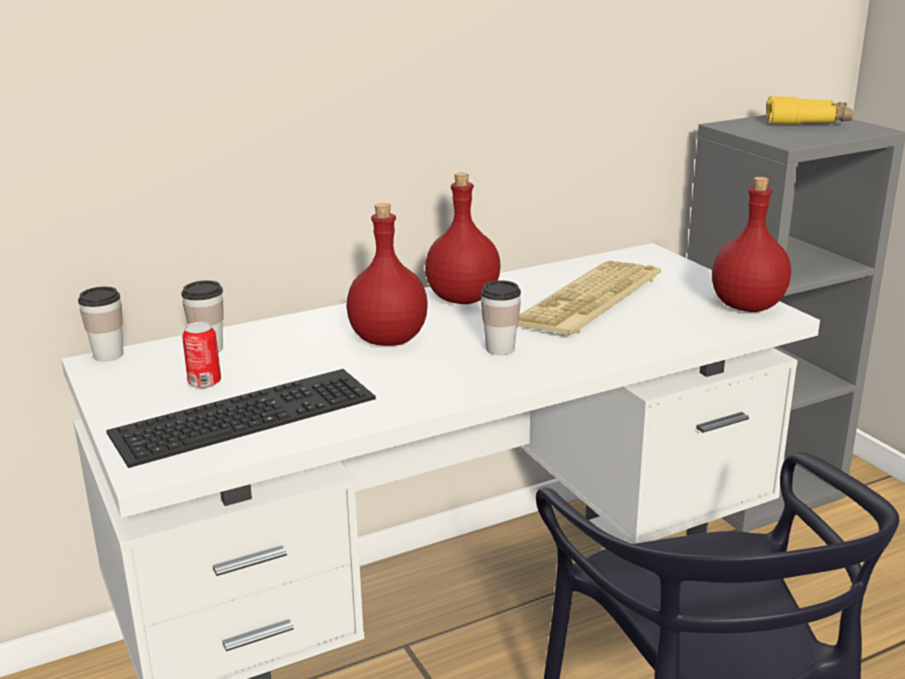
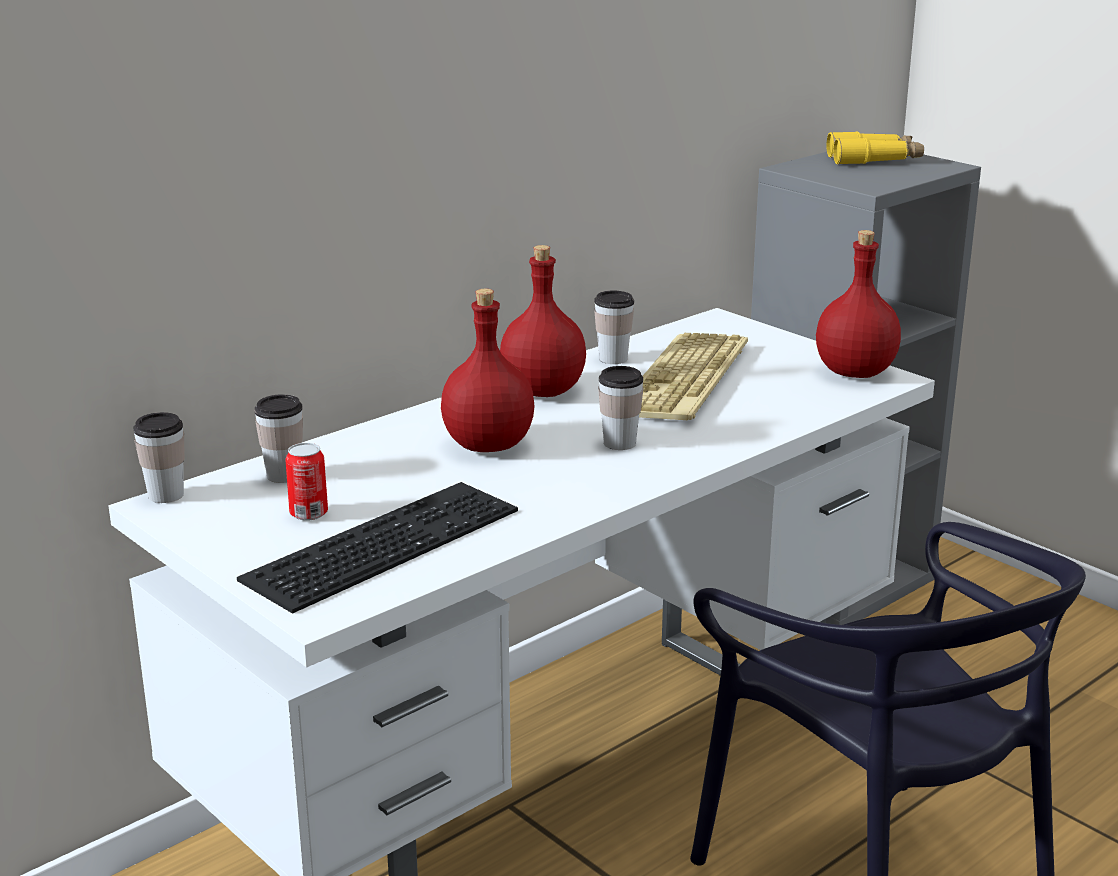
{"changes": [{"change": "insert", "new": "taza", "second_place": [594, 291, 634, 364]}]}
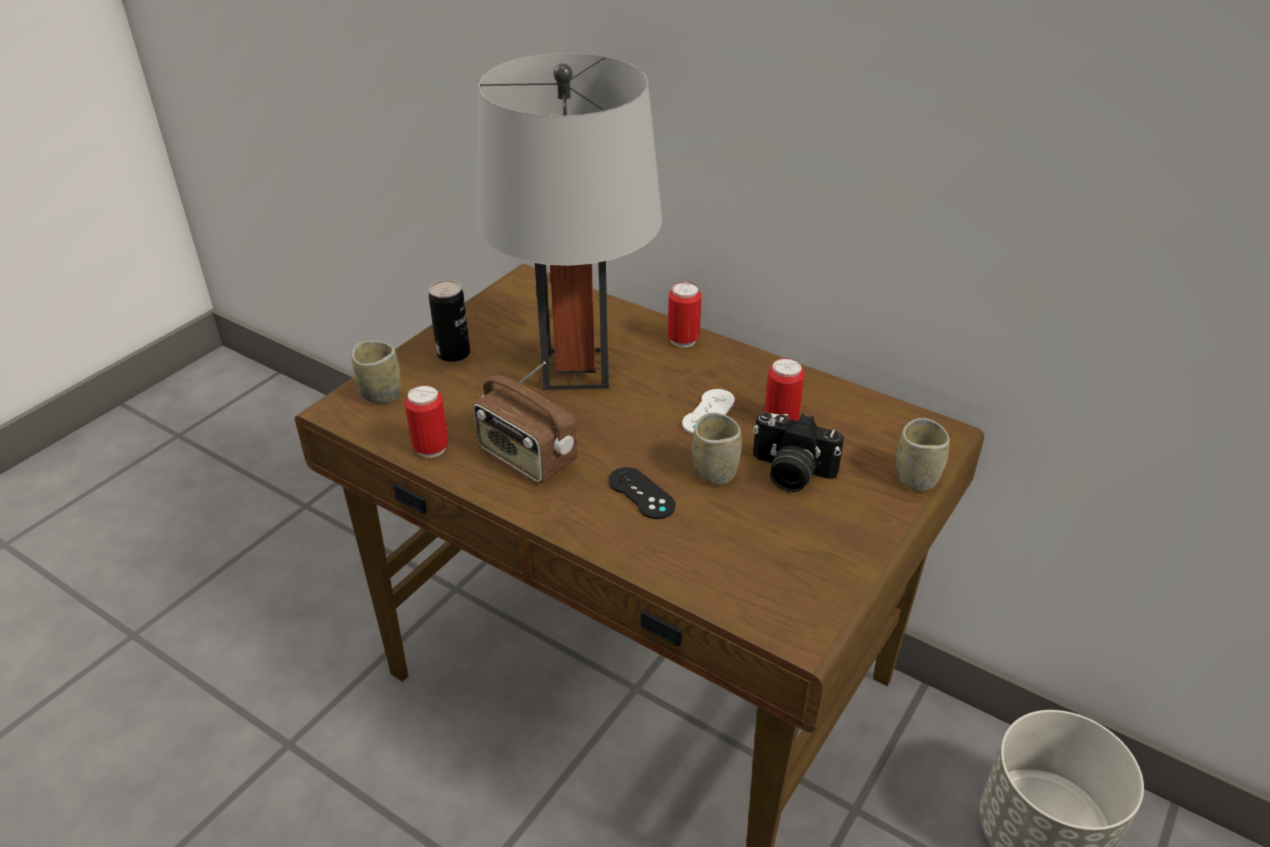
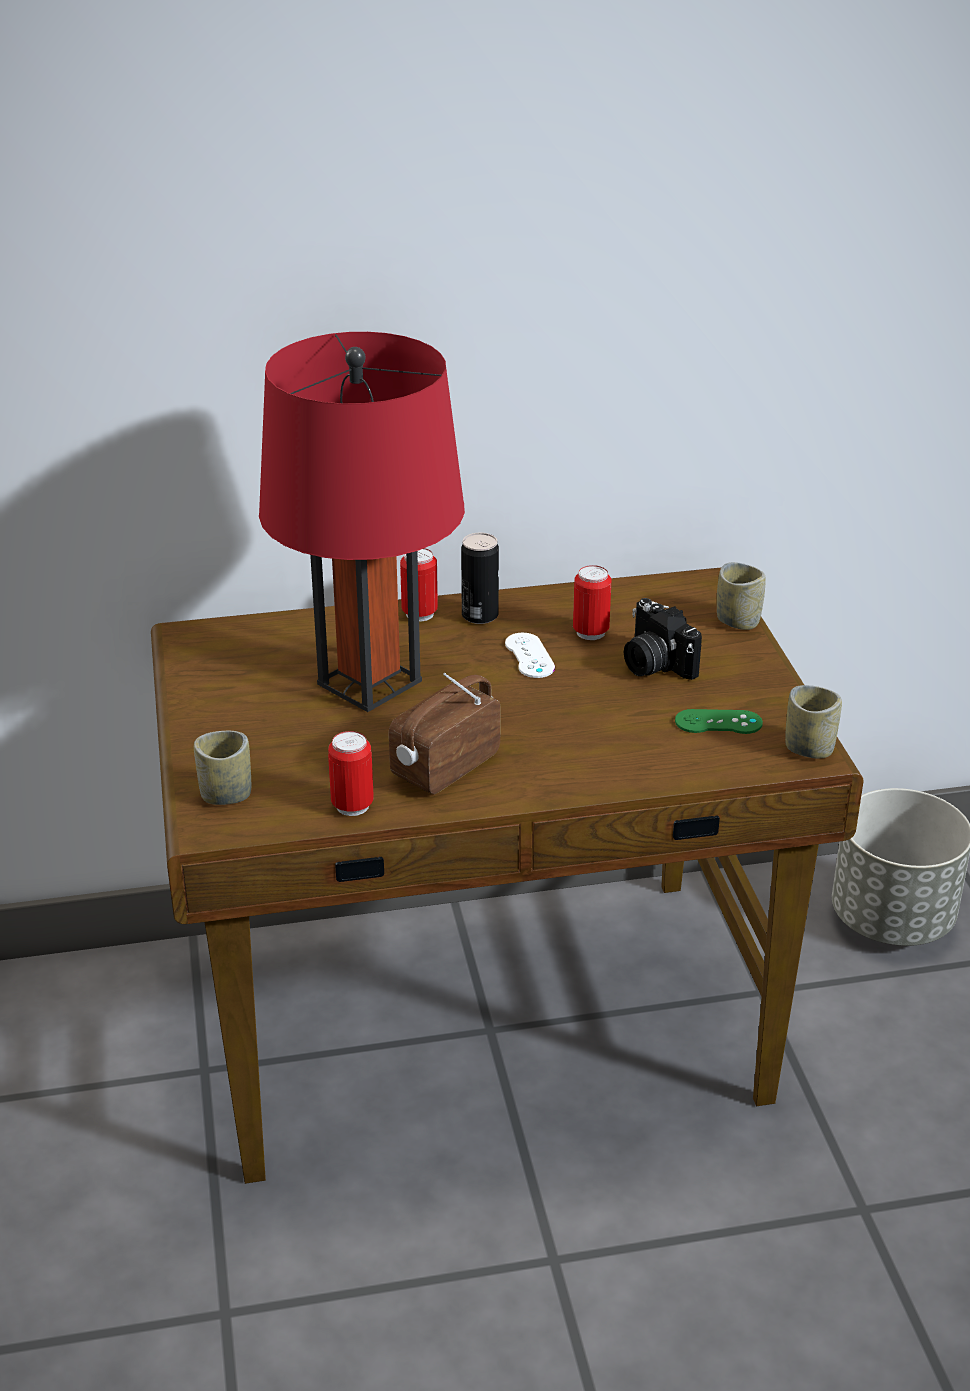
{"changes": [{"change": "recolor", "old": "lámpara de mesa/gris", "new": "lámpara de mesa/rojo", "first_place": [476, 53, 662, 390], "second_place": [259, 332, 465, 712]}, {"change": "rotate", "old": "radio", "first_place": [473, 361, 577, 483], "second_place": [389, 673, 501, 794], "degrees": 135}, {"change": "move", "old": "lata", "first_place": [429, 280, 470, 362], "second_place": [461, 533, 499, 624]}, {"change": "rotate", "old": "cámara", "first_place": [753, 412, 844, 492], "second_place": [624, 598, 702, 680], "degrees": 75}, {"change": "insert", "new": "mando de consola/verde", "second_place": [675, 709, 763, 734]}, {"change": "move", "old": "taza", "first_place": [692, 412, 742, 485], "second_place": [785, 685, 842, 759]}, {"change": "delete", "old": "mando de consola/negro", "first_place": [608, 467, 676, 519]}]}
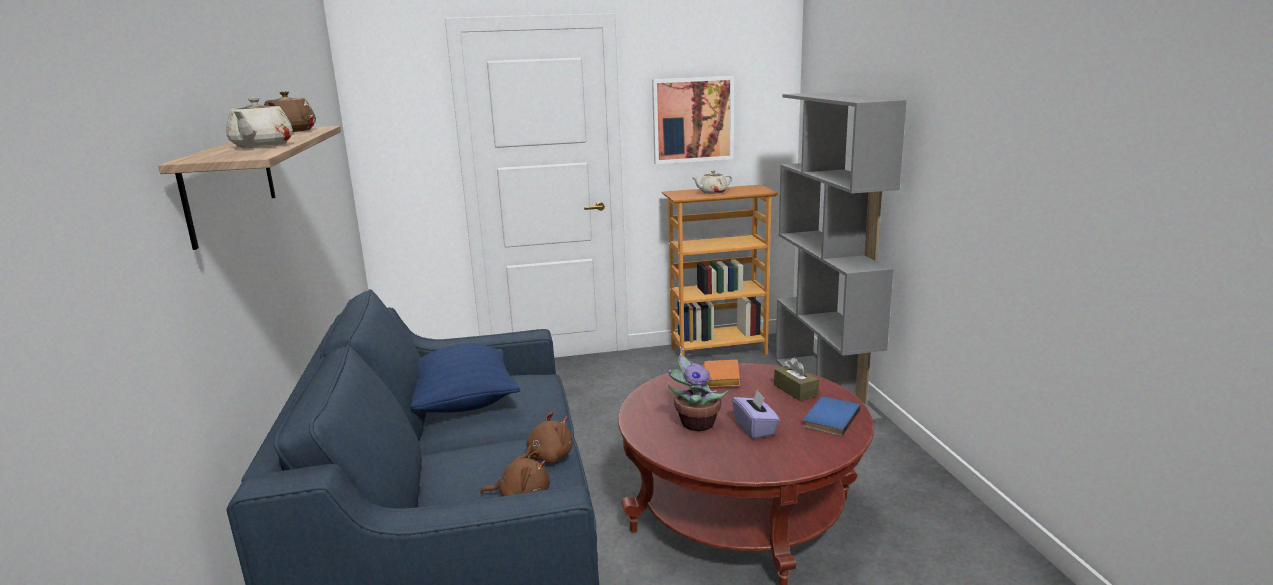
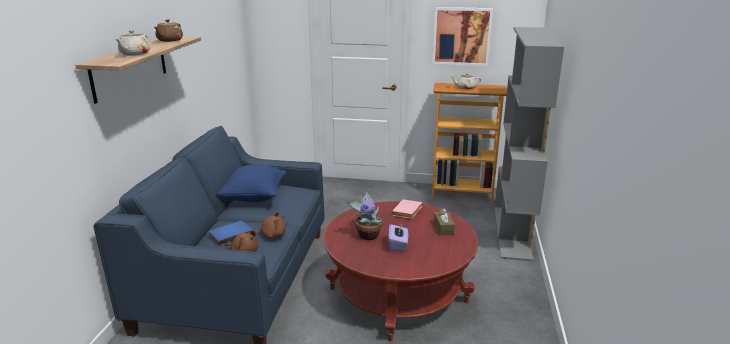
{"changes": [{"change": "move", "old": "libro/azul", "first_place": [803, 396, 860, 436], "second_place": [209, 221, 253, 245]}, {"change": "recolor", "old": "libro/naranja", "new": "libro/rosa", "first_place": [703, 359, 740, 387], "second_place": [391, 199, 422, 219]}]}
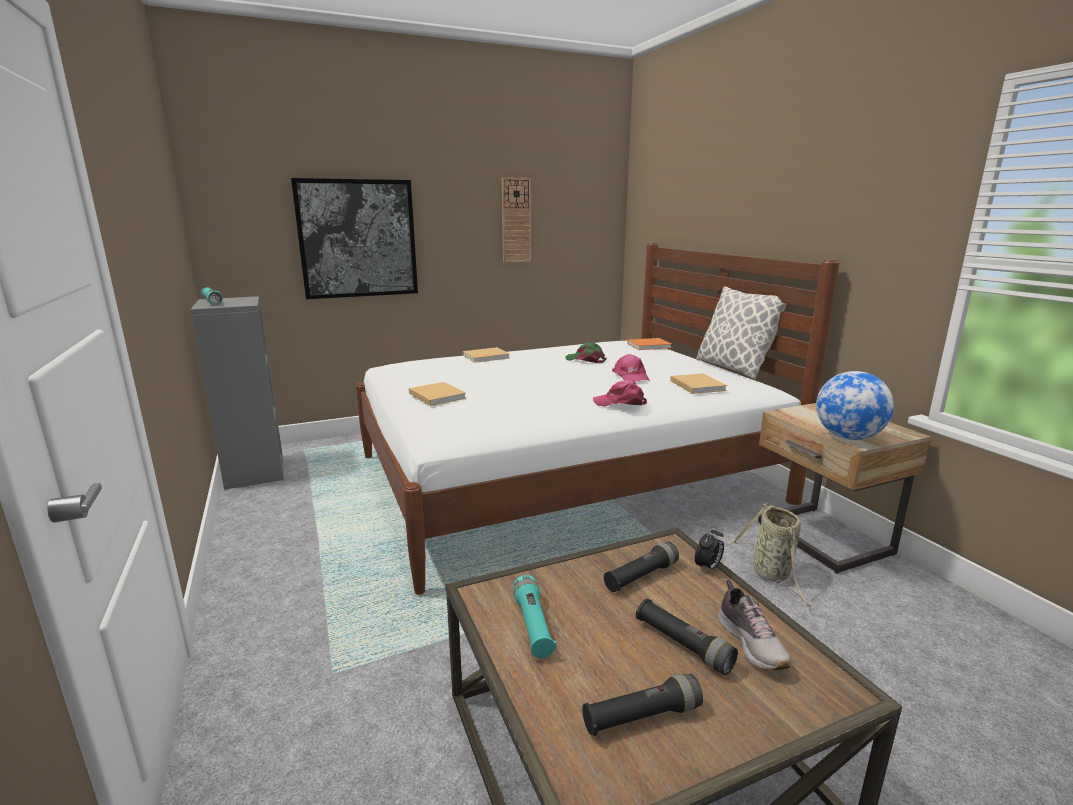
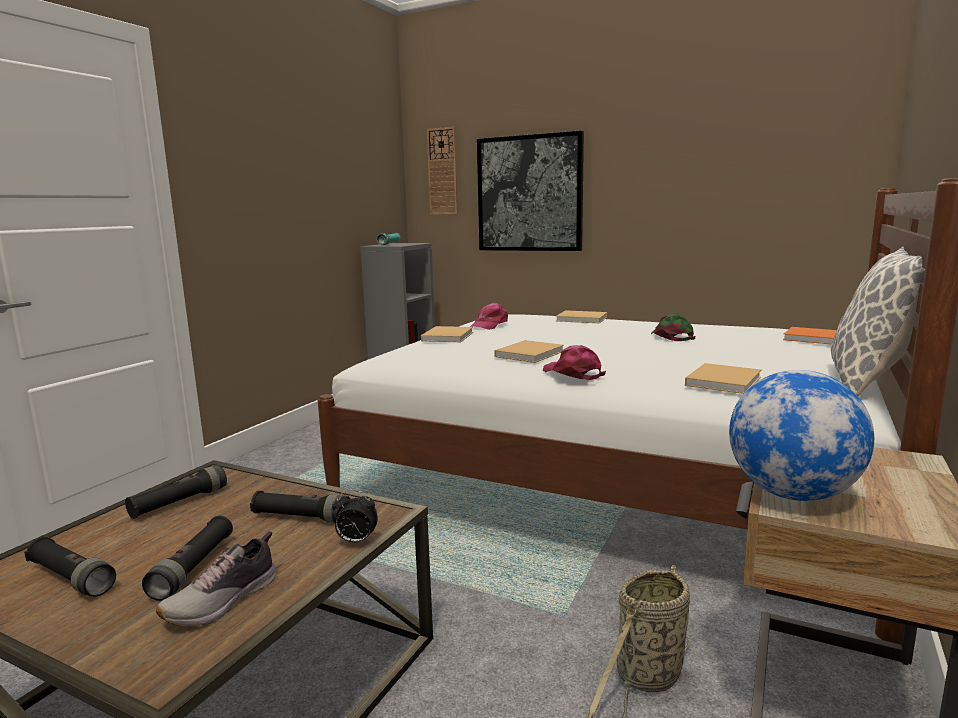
{"changes": [{"change": "recolor", "old": "linterna/turquesa", "new": "linterna/negro", "first_place": [513, 575, 556, 658], "second_place": [125, 465, 227, 519]}, {"change": "move", "old": "reloj de pared", "first_place": [502, 177, 531, 263], "second_place": [427, 127, 458, 215]}, {"change": "move", "old": "gorra/rosa", "first_place": [612, 354, 650, 382], "second_place": [470, 302, 508, 330]}, {"change": "insert", "new": "libro/beis", "second_place": [494, 340, 564, 363]}]}
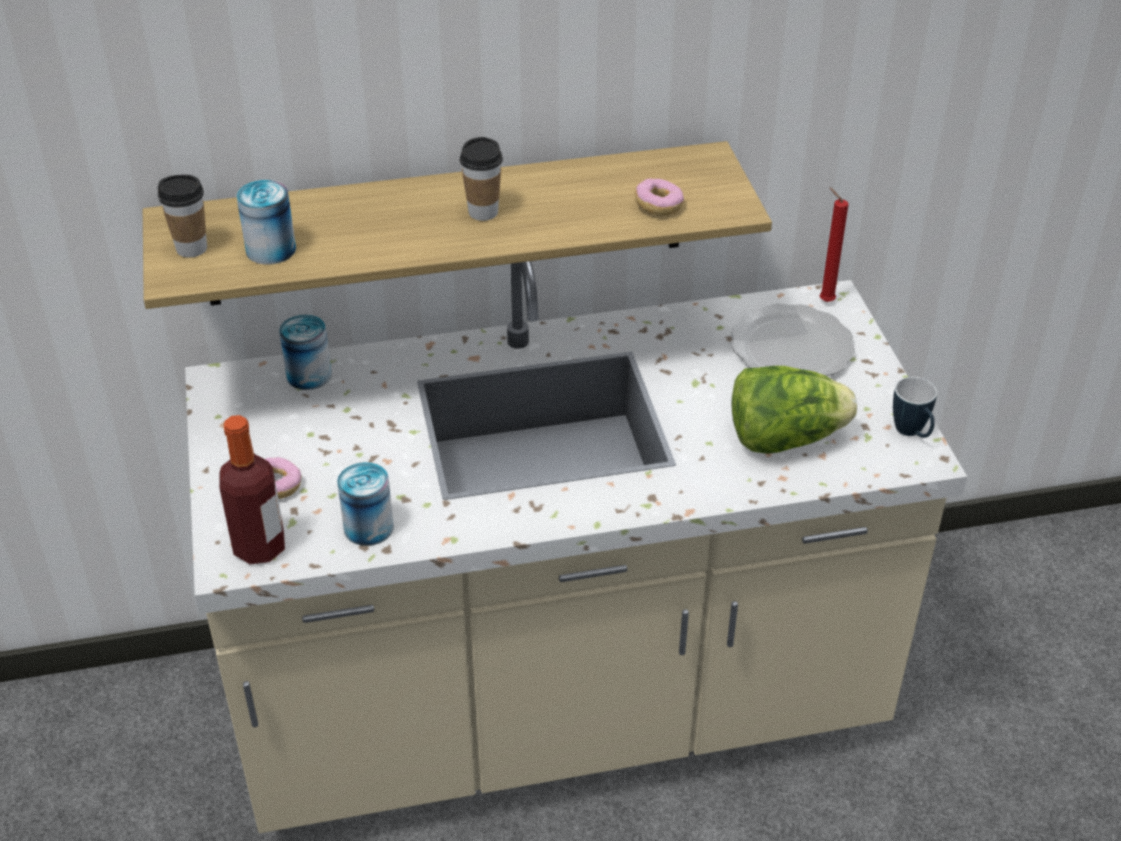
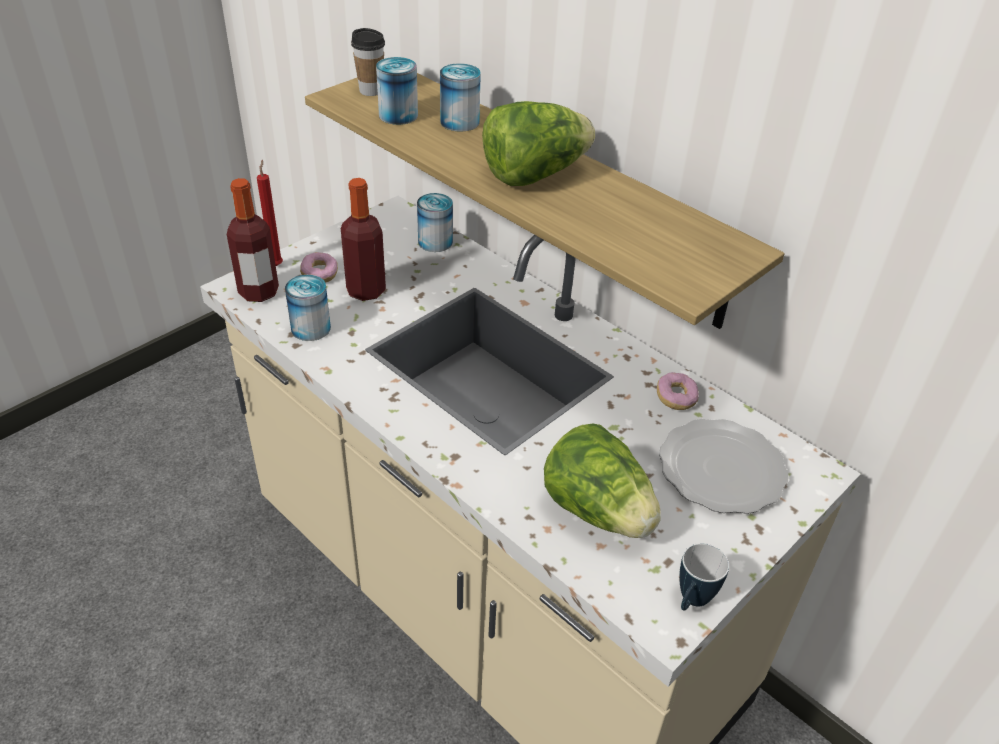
{"changes": [{"change": "move", "old": "vela/rojo", "first_place": [820, 187, 849, 302], "second_place": [257, 160, 283, 266]}, {"change": "insert", "new": "botella", "second_place": [341, 178, 386, 301]}, {"change": "insert", "new": "lata", "second_place": [440, 63, 481, 132]}, {"change": "replace", "old": "taza", "new": "lechuga", "first_place": [460, 137, 503, 221], "second_place": [482, 101, 595, 186]}, {"change": "move", "old": "rosquilla", "first_place": [635, 178, 684, 215], "second_place": [657, 372, 699, 410]}]}
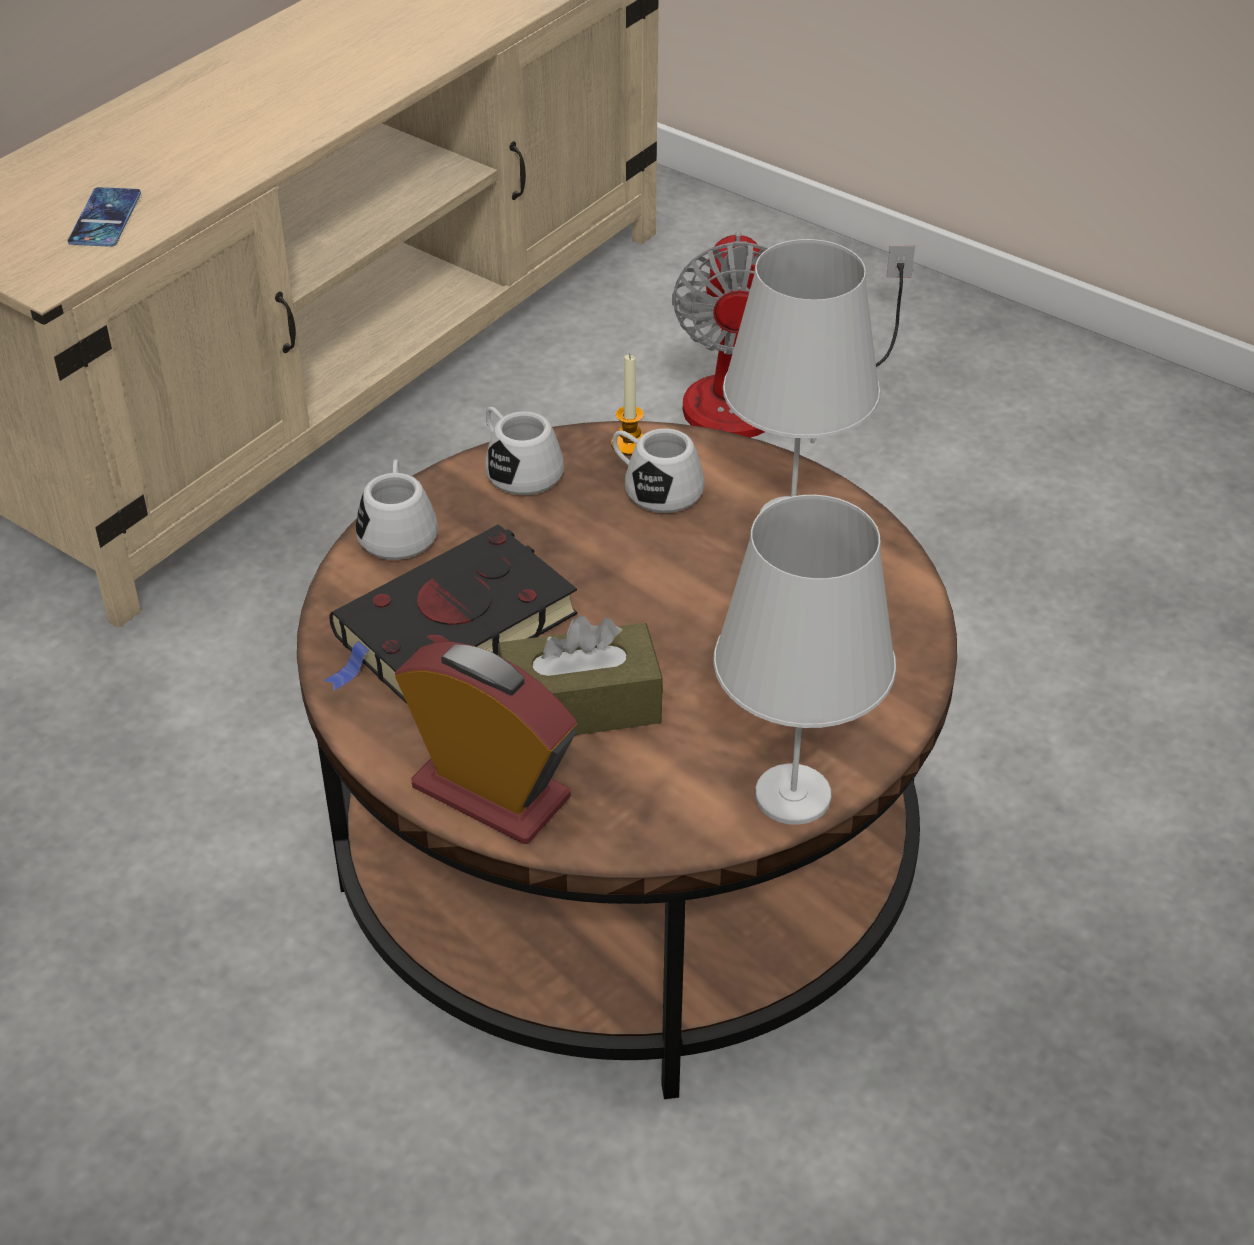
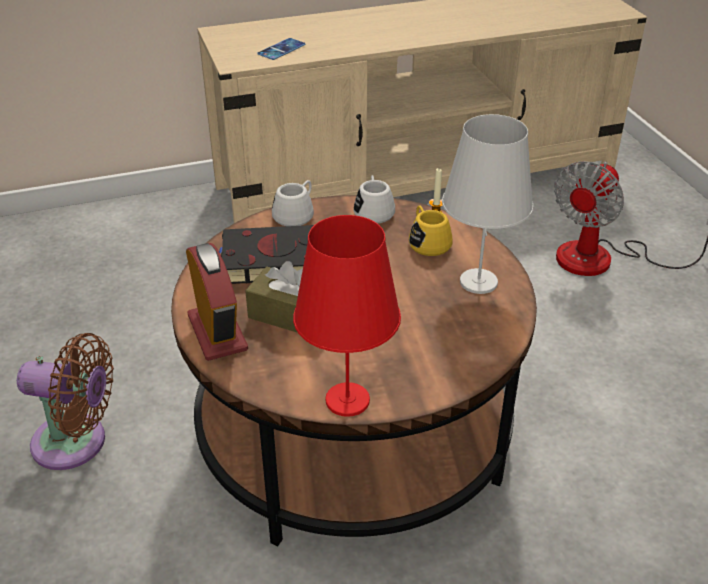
{"changes": [{"change": "insert", "new": "ventilador/marrón", "second_place": [17, 333, 114, 470]}, {"change": "recolor", "old": "lámpara de mesa/blanco", "new": "lámpara de mesa/rojo", "first_place": [713, 495, 896, 825], "second_place": [293, 215, 401, 417]}, {"change": "recolor", "old": "taza grande/blanco", "new": "taza grande/amarillo", "first_place": [612, 428, 704, 513], "second_place": [409, 205, 453, 256]}]}
